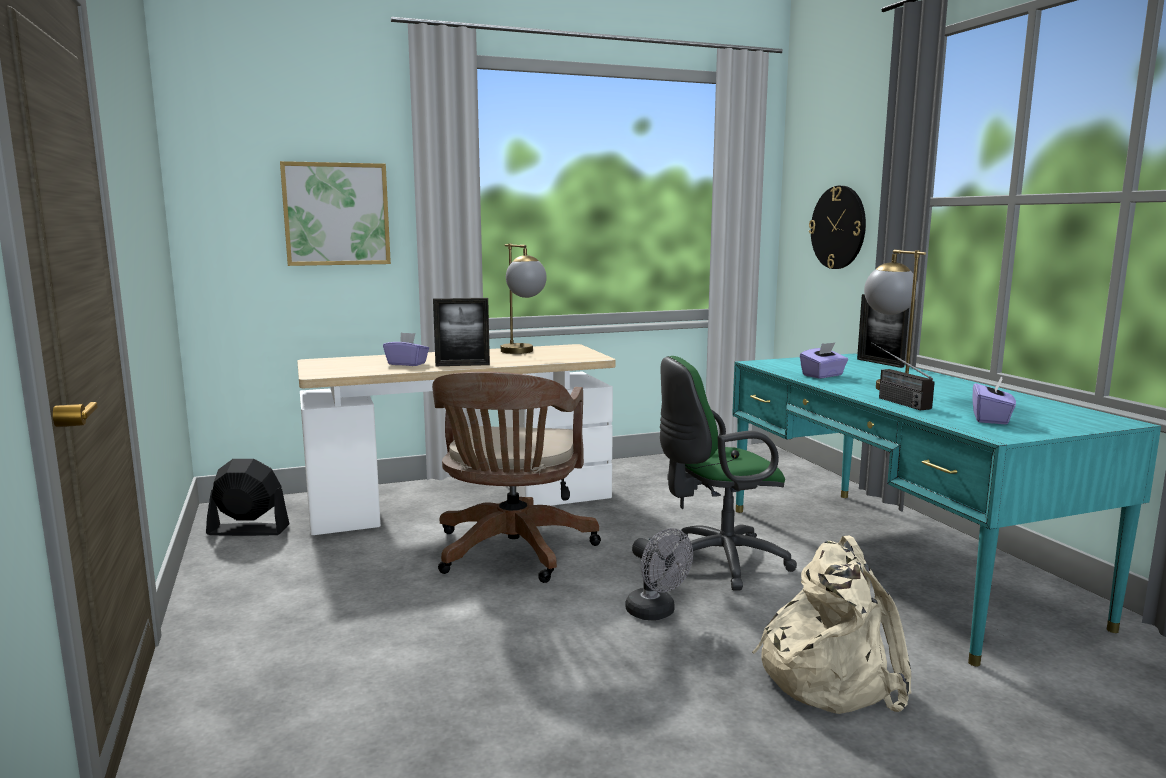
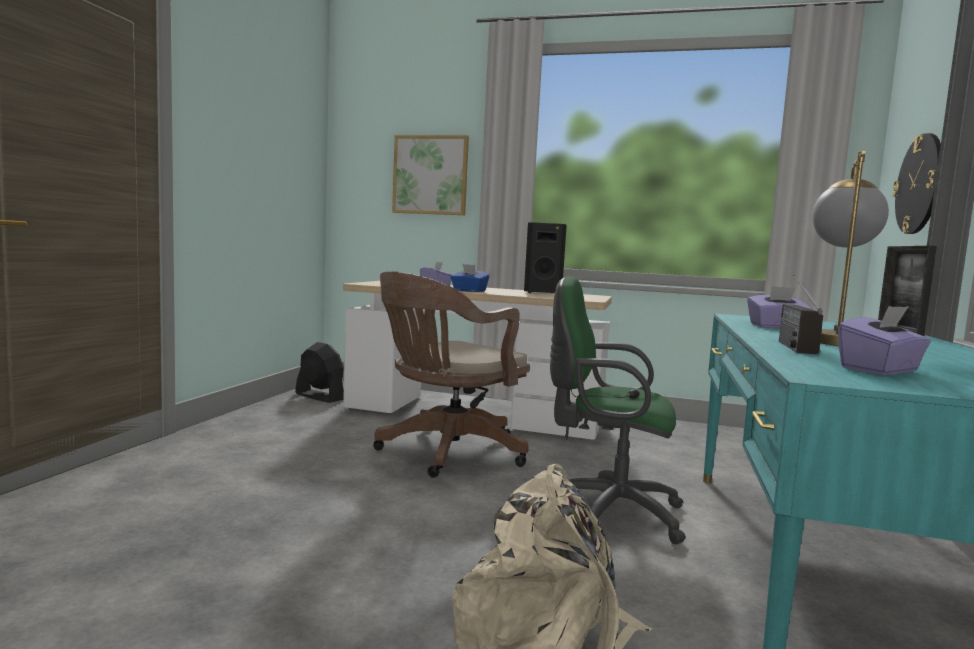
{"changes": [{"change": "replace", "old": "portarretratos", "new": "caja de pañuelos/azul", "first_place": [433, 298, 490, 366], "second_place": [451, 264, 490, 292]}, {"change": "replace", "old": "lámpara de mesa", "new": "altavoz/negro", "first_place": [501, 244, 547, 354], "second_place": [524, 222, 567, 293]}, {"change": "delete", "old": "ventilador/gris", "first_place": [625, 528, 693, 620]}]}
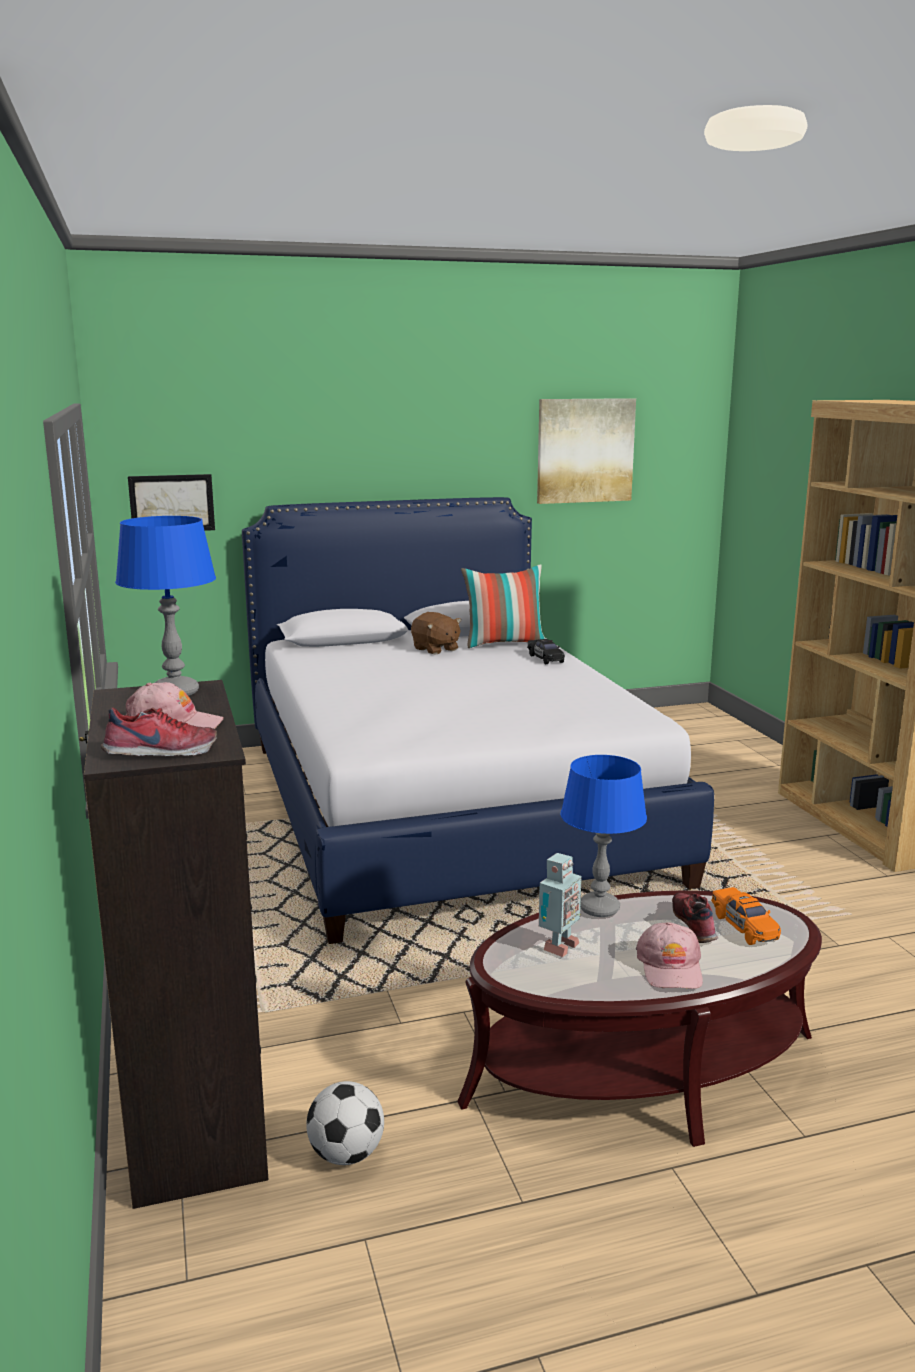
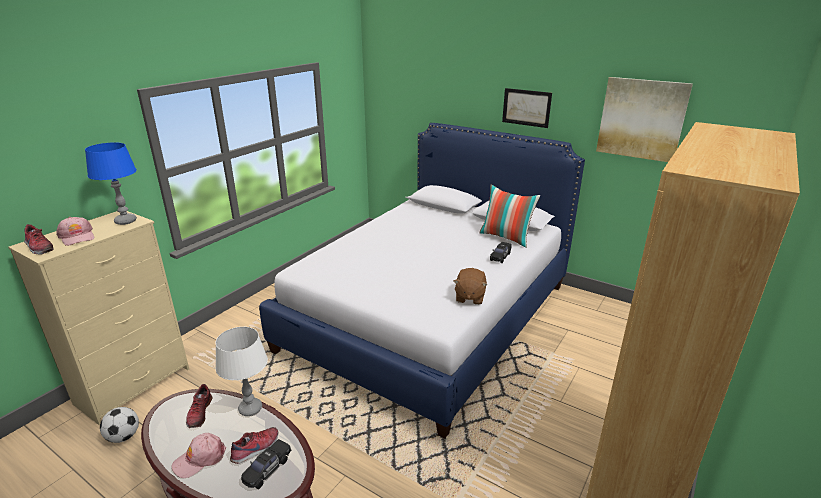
{"changes": [{"change": "recolor", "old": "cómoda/negro", "new": "cómoda/beis", "first_place": [79, 680, 268, 1209], "second_place": [8, 211, 189, 426]}, {"change": "replace", "old": "robot de juguete", "new": "zapato", "first_place": [539, 853, 582, 957], "second_place": [186, 384, 212, 428]}, {"change": "recolor", "old": "lámpara de mesa/azul", "new": "lámpara de mesa/blanco", "first_place": [560, 755, 647, 917], "second_place": [215, 327, 268, 416]}, {"change": "recolor", "old": "coche de juguete/naranja", "new": "coche de juguete/negro", "first_place": [711, 887, 781, 945], "second_place": [241, 439, 291, 489]}, {"change": "move", "old": "peluche/marrón", "first_place": [411, 612, 461, 655], "second_place": [454, 268, 487, 305]}, {"change": "move", "old": "cuadro", "first_place": [128, 474, 215, 531], "second_place": [502, 88, 552, 128]}]}
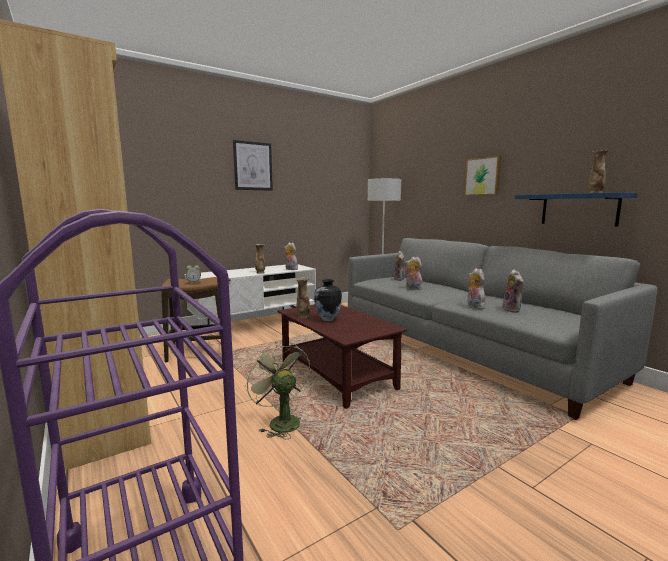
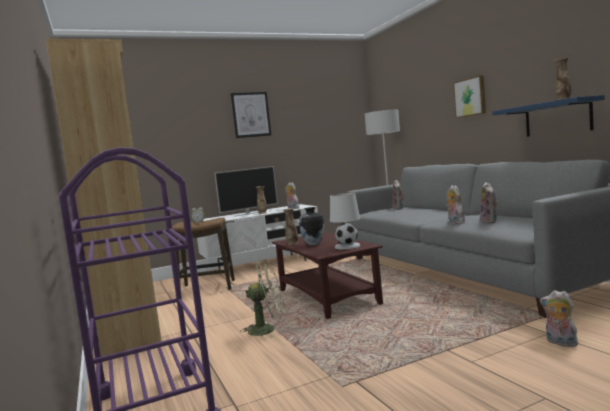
{"changes": [{"change": "insert", "new": "televisor", "second_place": [215, 166, 278, 216]}, {"change": "rotate", "old": "ventilador/verde", "first_place": [245, 341, 310, 439], "second_place": [240, 259, 284, 338], "degrees": 105}, {"change": "insert", "new": "lámpara de mesa/blanco", "second_place": [330, 193, 361, 249]}, {"change": "move", "old": "peluche", "first_place": [405, 257, 423, 290], "second_place": [540, 290, 578, 347]}]}
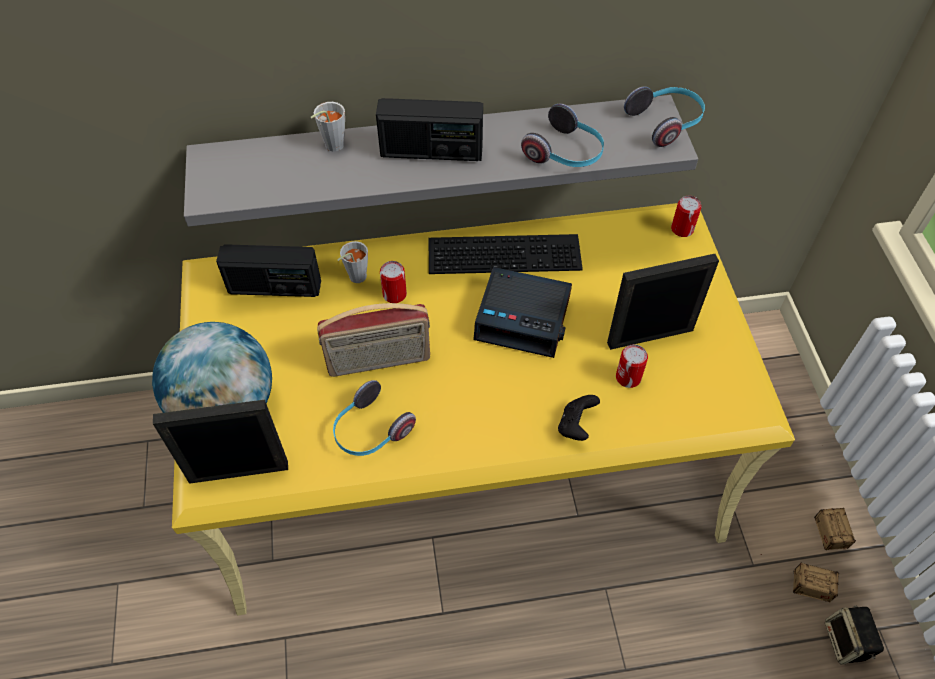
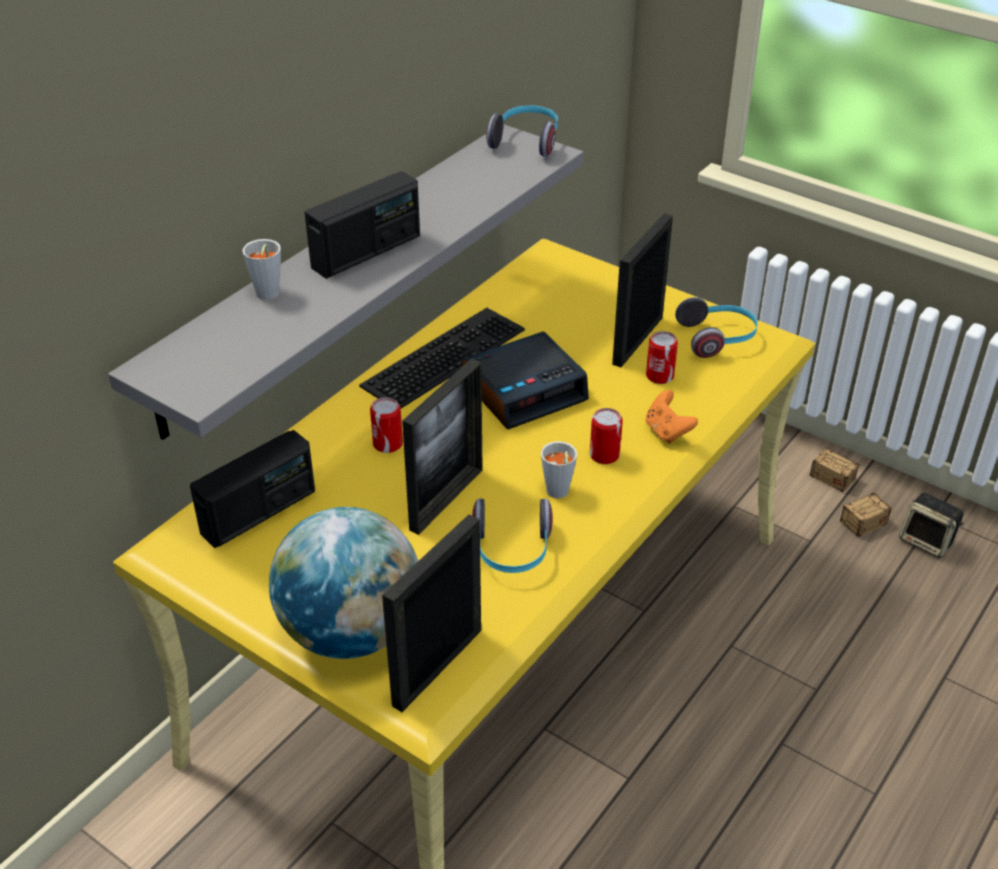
{"changes": [{"change": "replace", "old": "radio", "new": "portarretratos", "first_place": [317, 303, 430, 377], "second_place": [402, 358, 483, 535]}, {"change": "move", "old": "taza/gris", "first_place": [337, 241, 368, 283], "second_place": [541, 441, 577, 498]}, {"change": "move", "old": "lata", "first_place": [671, 196, 702, 237], "second_place": [590, 408, 623, 464]}, {"change": "recolor", "old": "mando de consola/negro", "new": "mando de consola/naranja", "first_place": [558, 395, 600, 441], "second_place": [646, 390, 698, 444]}, {"change": "move", "old": "auriculares", "first_place": [521, 104, 604, 167], "second_place": [675, 297, 758, 358]}]}
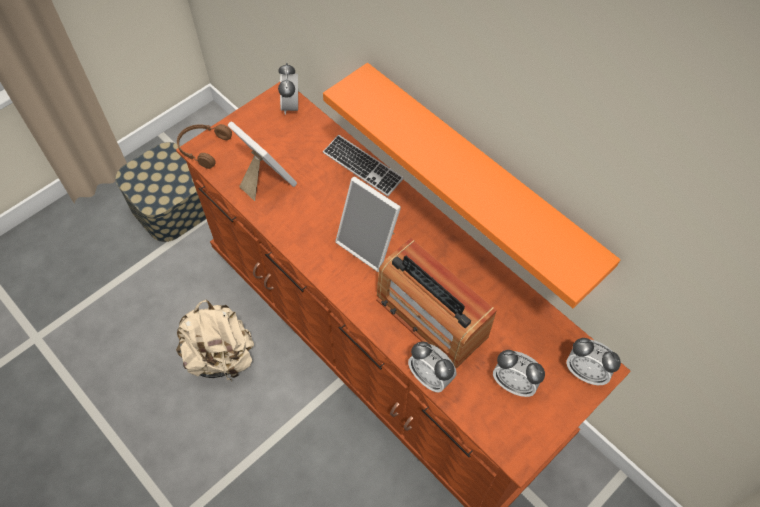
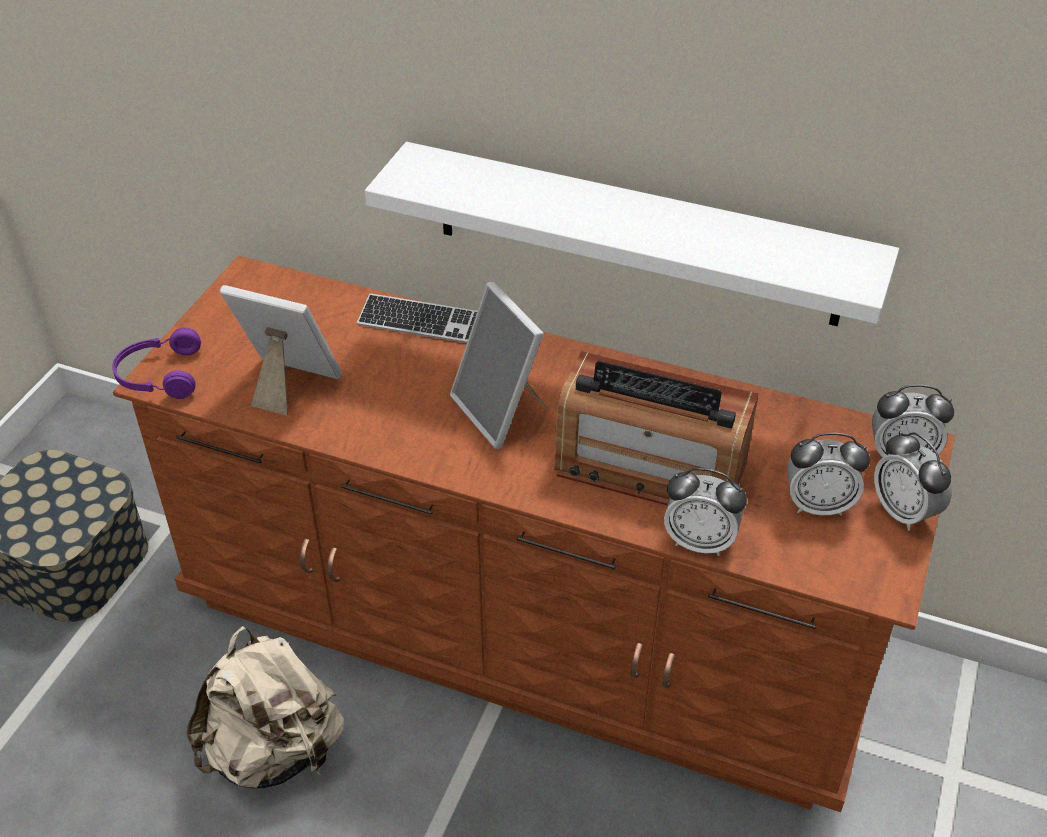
{"changes": [{"change": "recolor", "old": "auriculares/marrón", "new": "auriculares/morado", "first_place": [177, 124, 232, 169], "second_place": [112, 327, 201, 399]}, {"change": "recolor", "old": "estante/naranja", "new": "estante/blanco", "first_place": [323, 63, 621, 308], "second_place": [365, 142, 899, 326]}, {"change": "rotate", "old": "portarretratos", "first_place": [335, 177, 401, 272], "second_place": [450, 282, 547, 449], "degrees": 45}, {"change": "move", "old": "despertador", "first_place": [278, 63, 298, 115], "second_place": [874, 431, 952, 531]}]}
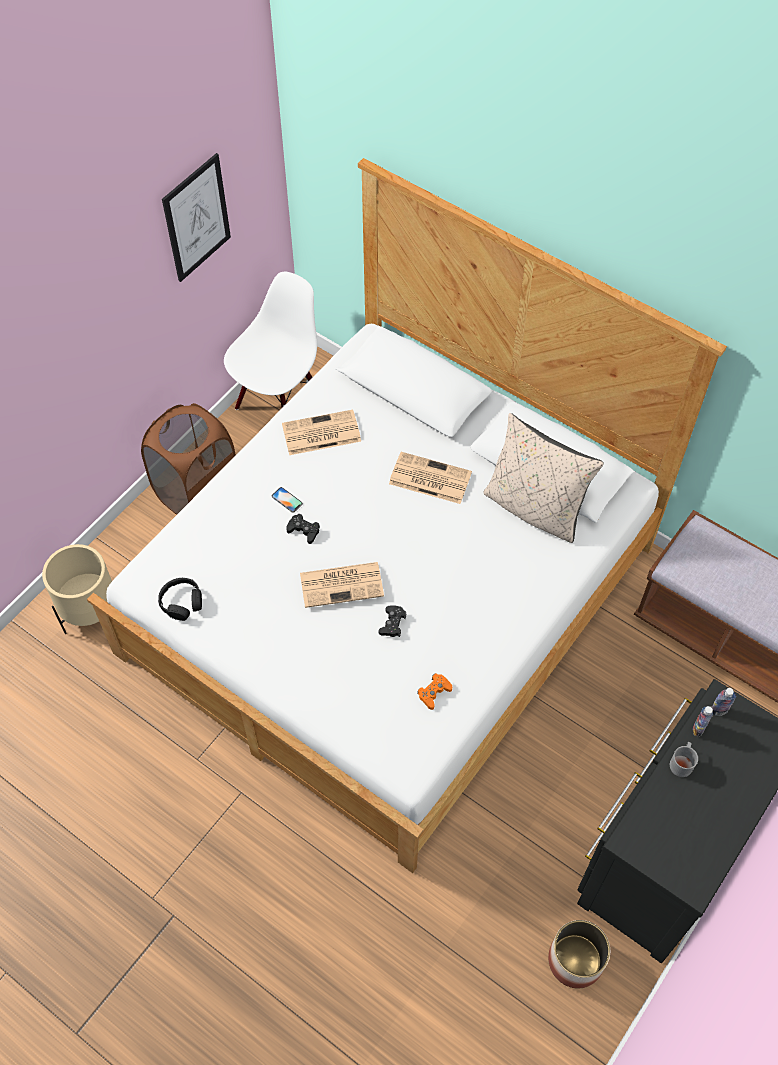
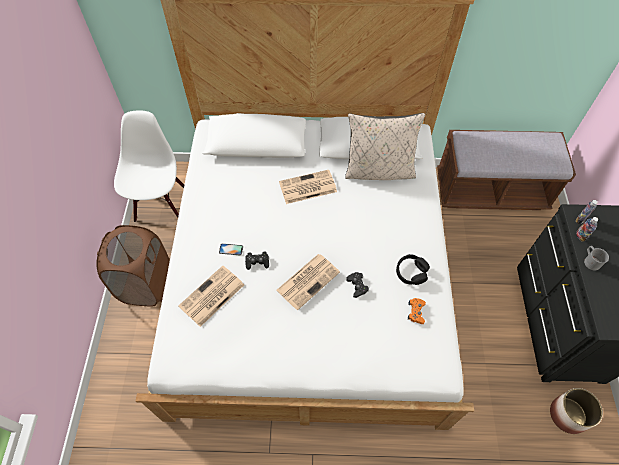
{"changes": [{"change": "move", "old": "periódico", "first_place": [282, 410, 361, 455], "second_place": [178, 266, 244, 327]}, {"change": "move", "old": "auriculares/negro", "first_place": [158, 578, 202, 621], "second_place": [396, 254, 430, 285]}, {"change": "delete", "old": "maceta/beis", "first_place": [42, 544, 112, 634]}, {"change": "delete", "old": "cuadro", "first_place": [162, 153, 231, 282]}]}
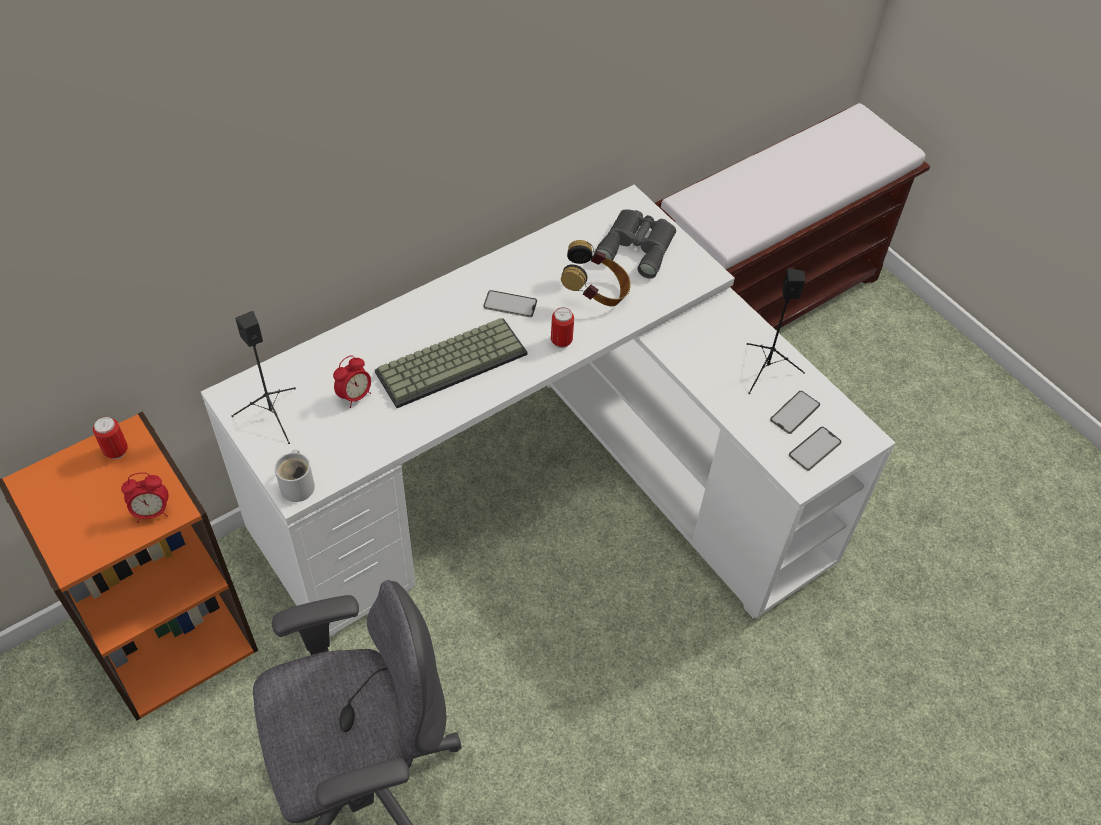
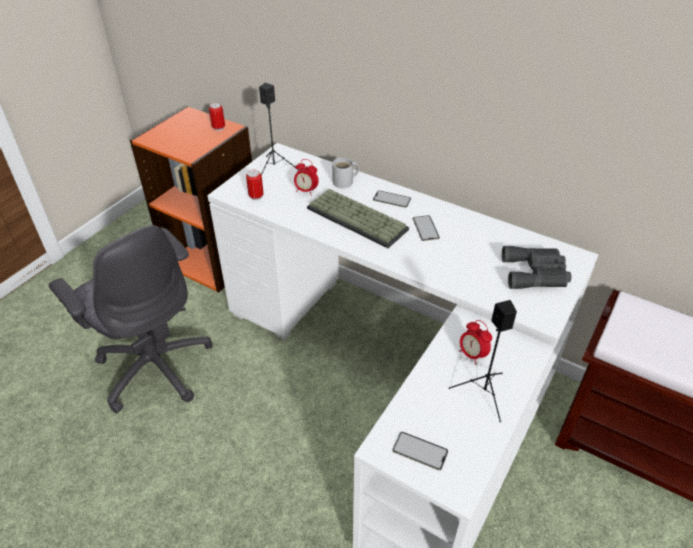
{"changes": [{"change": "move", "old": "lata", "first_place": [551, 307, 574, 348], "second_place": [246, 170, 264, 200]}, {"change": "move", "old": "taza grande/blanco", "first_place": [275, 450, 315, 502], "second_place": [332, 158, 359, 188]}, {"change": "move", "old": "móvil", "first_place": [770, 391, 820, 434], "second_place": [373, 190, 411, 208]}, {"change": "move", "old": "despertador", "first_place": [121, 472, 169, 523], "second_place": [459, 320, 492, 365]}, {"change": "delete", "old": "auriculares", "first_place": [561, 240, 631, 306]}]}
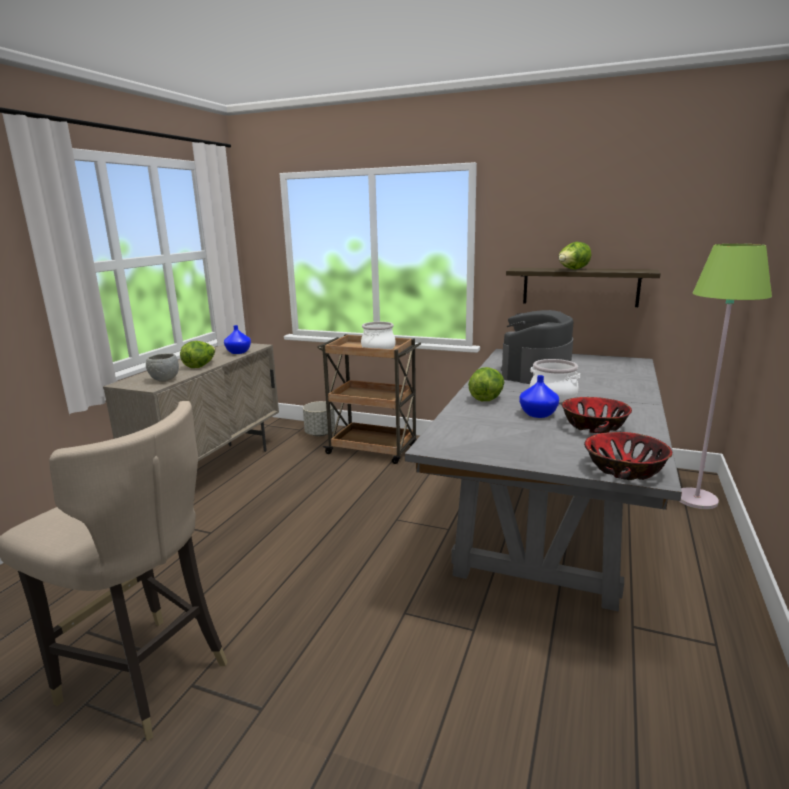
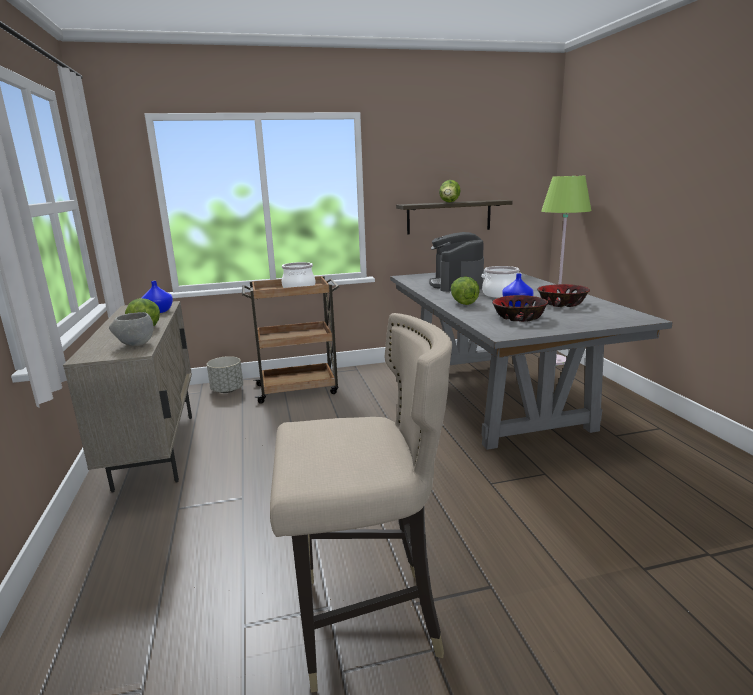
{"changes": [{"change": "move", "old": "cuenco", "first_place": [584, 432, 672, 480], "second_place": [492, 295, 548, 322]}]}
